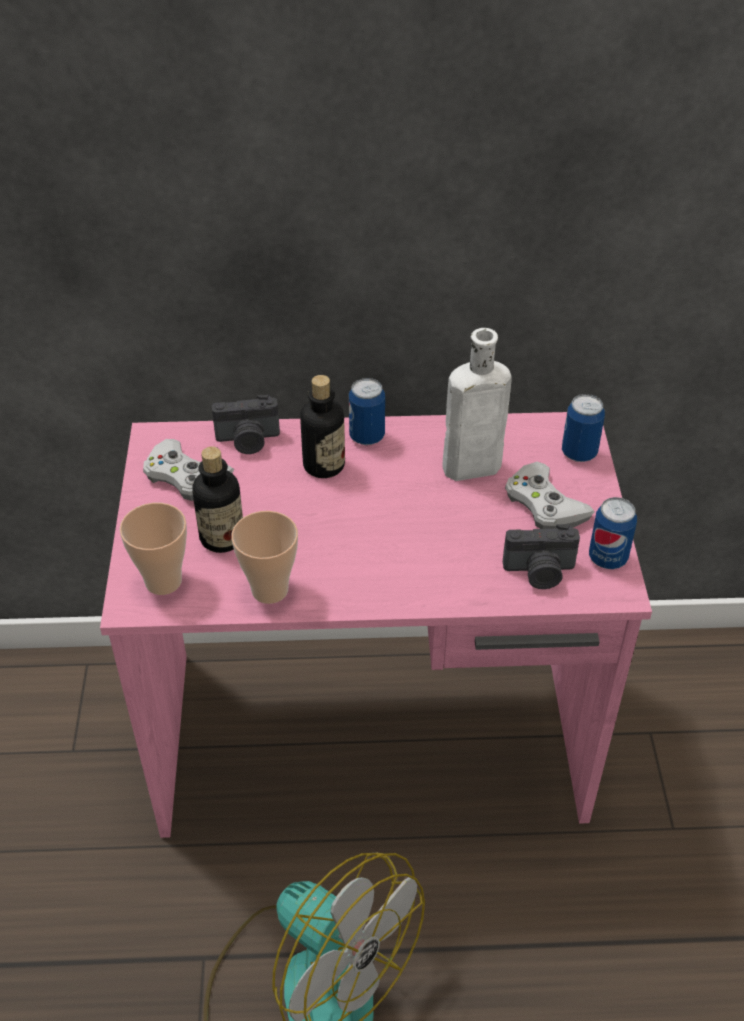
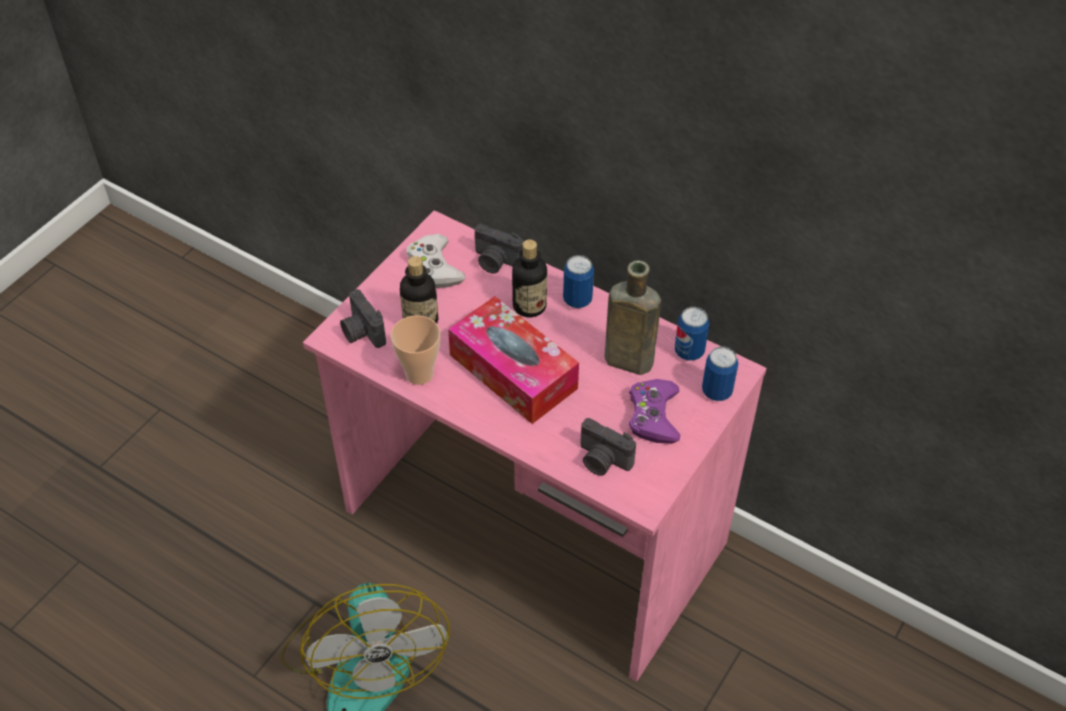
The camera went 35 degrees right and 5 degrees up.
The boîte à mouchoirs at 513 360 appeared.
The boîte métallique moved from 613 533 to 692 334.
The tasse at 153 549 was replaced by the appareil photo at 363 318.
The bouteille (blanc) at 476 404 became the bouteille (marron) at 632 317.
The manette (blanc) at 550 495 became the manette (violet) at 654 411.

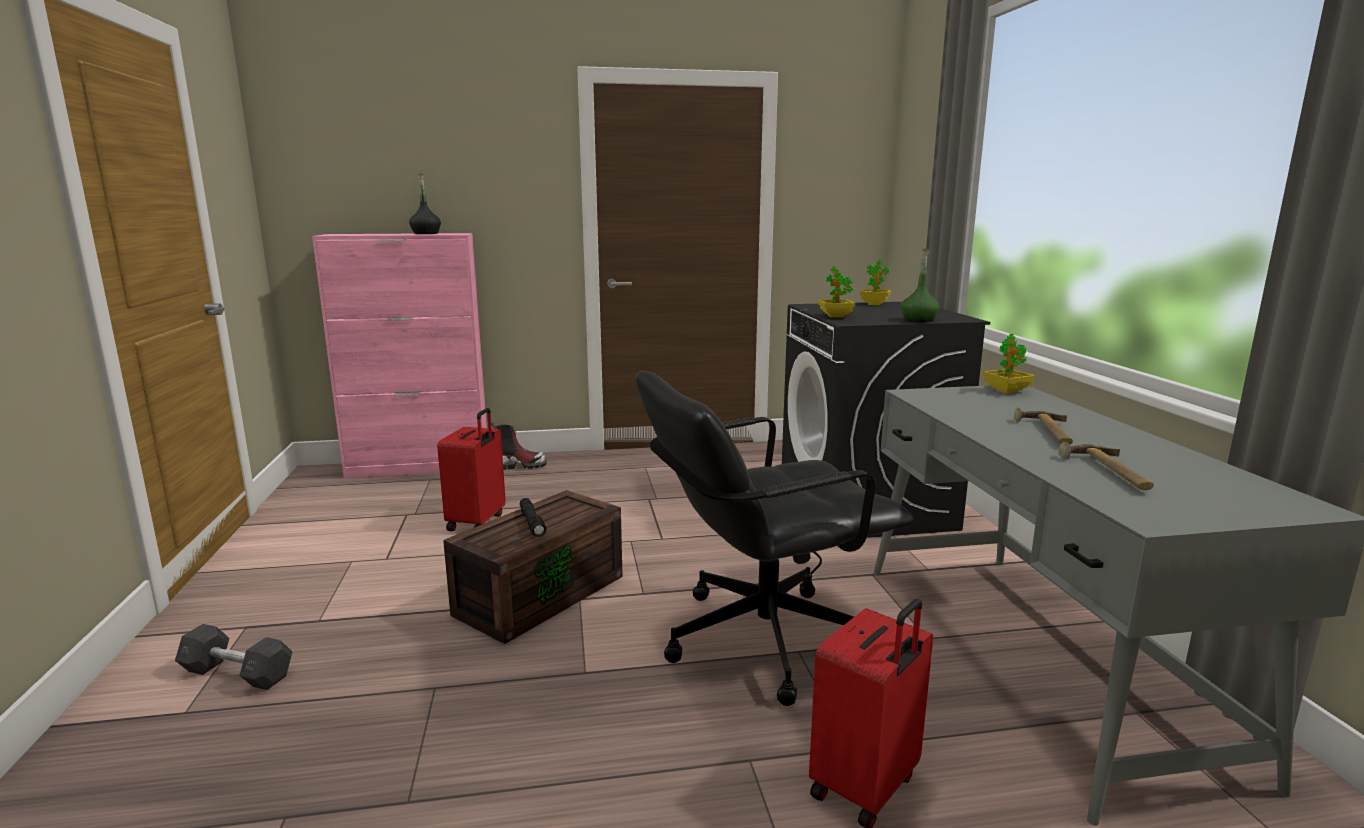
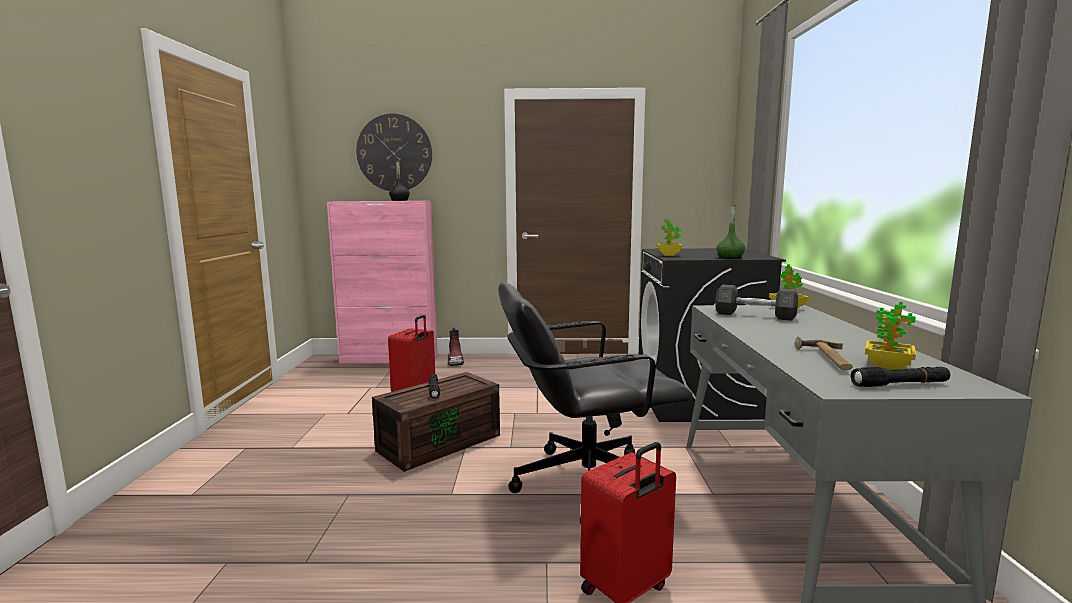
The camera went 10 degrees right and 5 degrees down.
The marteau at 1043 426 disappeared.
The horloge murale at 394 152 appeared.
The lampe de poche (noir) at 900 377 appeared.
The haltère (gris) moved from 233 657 to 756 302.
The plante en pot moved from 875 282 to 890 335.
The botte at 518 445 turned 75 degrees clockwise.

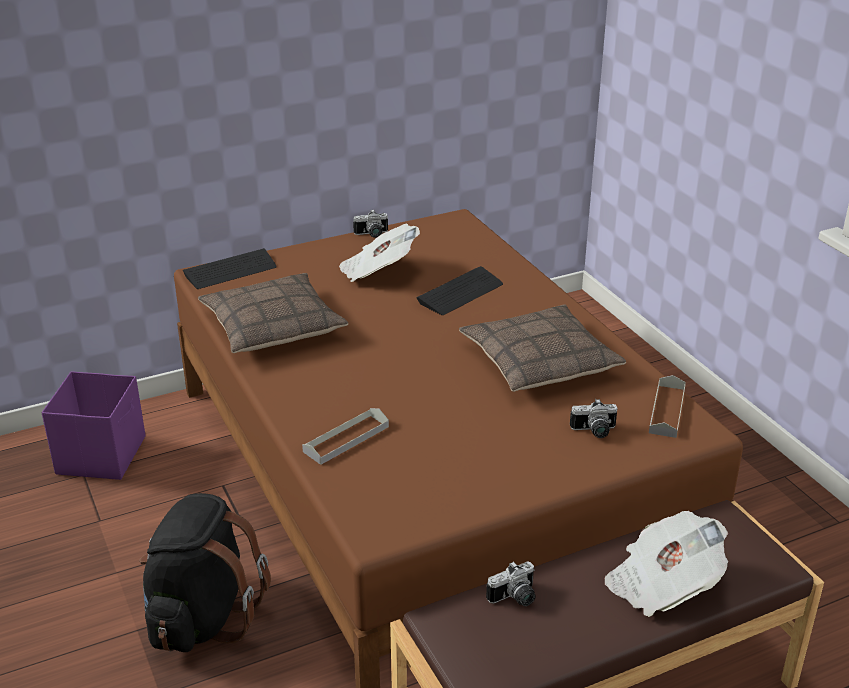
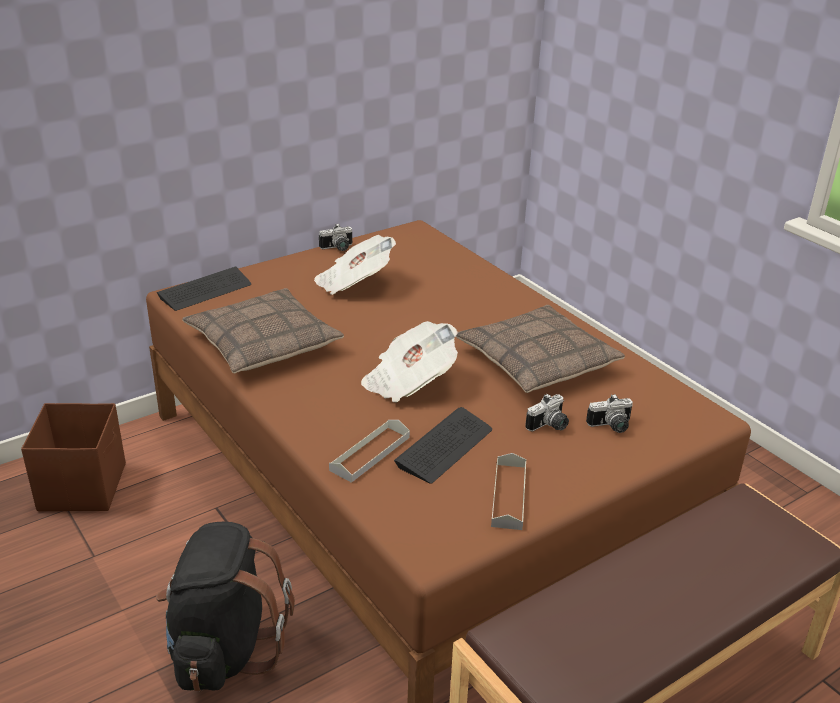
The camera went 10 degrees left and 0 degrees up.
The clavier moved from 459 290 to 443 445.
The appareil photo moved from 511 583 to 547 412.
The journal moved from 666 564 to 409 362.
The plateau (gris) moved from 667 406 to 508 491.
The boîte de rangement (violet) at 93 425 became the boîte de rangement (marron) at 73 457.

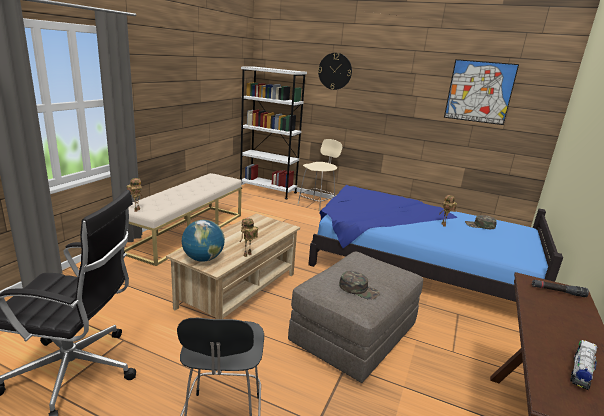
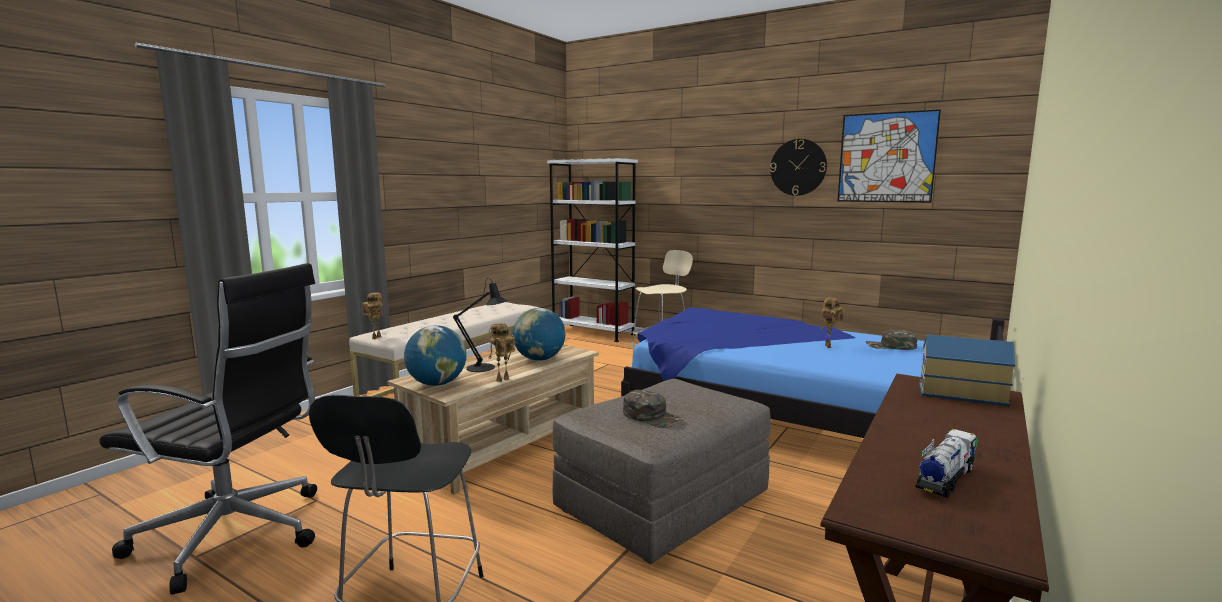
The camera went 10 degrees right and 10 degrees down.
The lampe de table (noir) at 480 325 appeared.
The globe at 538 334 appeared.
The horloge murale moved from 335 71 to 798 167.
The lampe de poche (noir) at 560 288 was replaced by the maison miniature at 967 370.

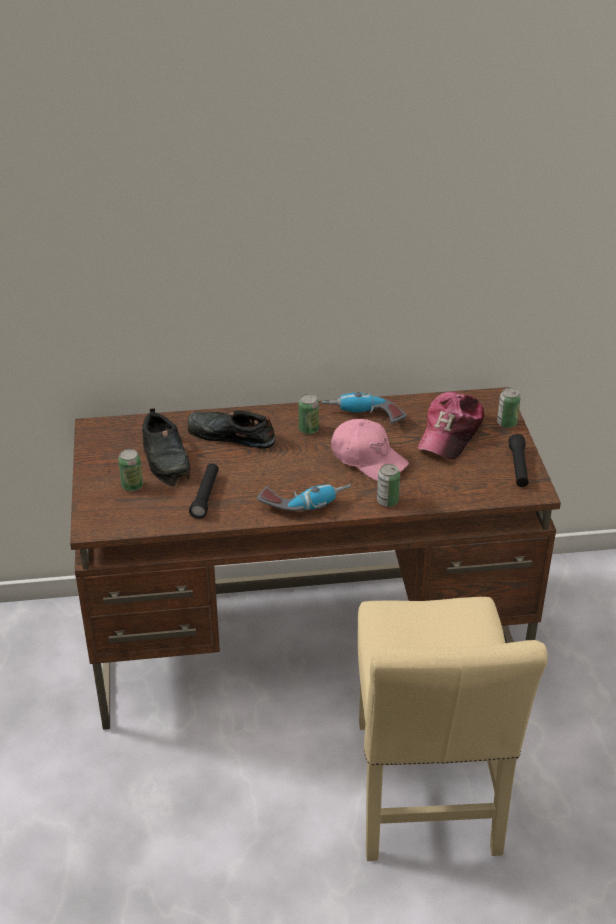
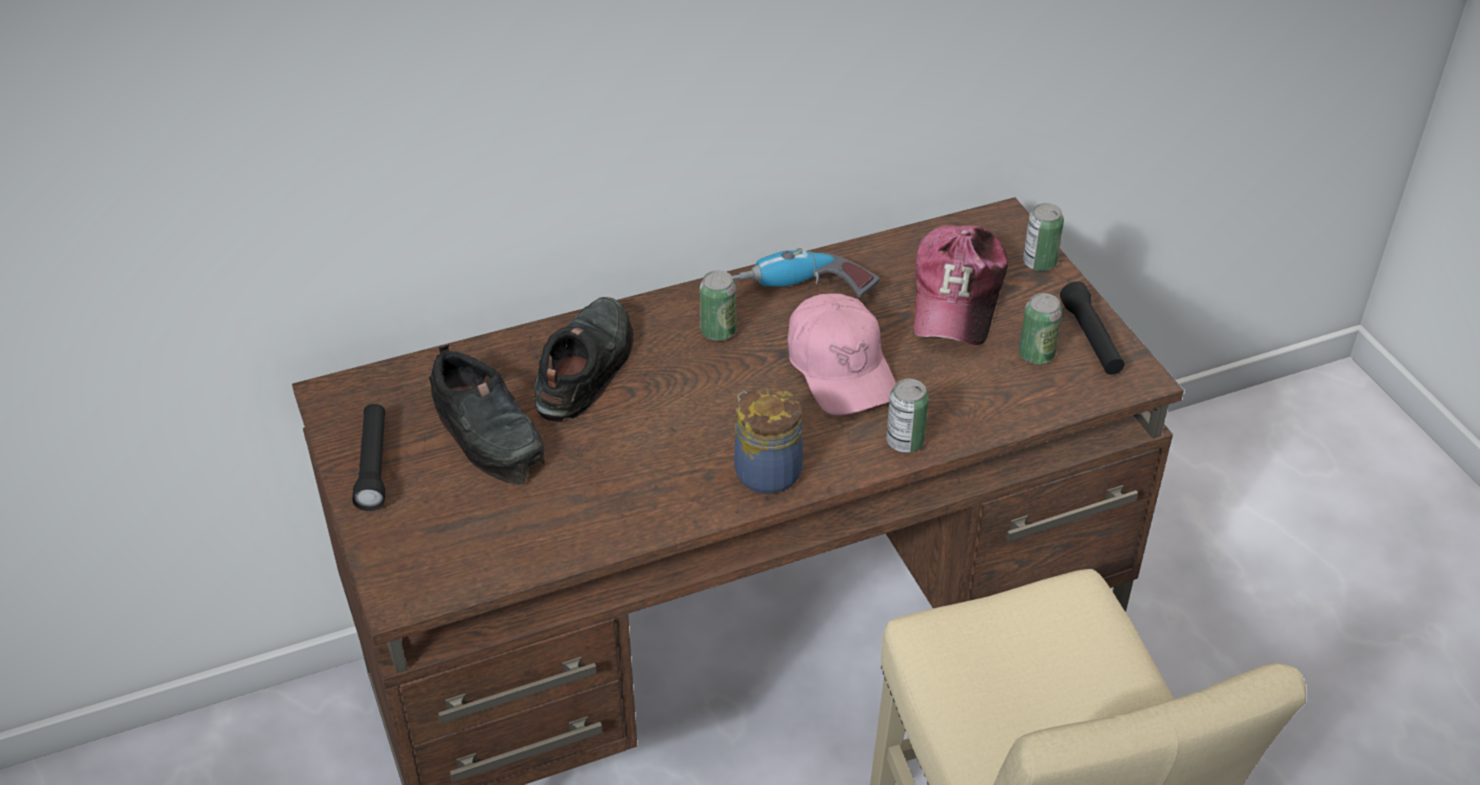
The camera went 15 degrees left and 5 degrees up.
The boîte métallique moved from 130 470 to 1040 328.
The lampe de poche (noir) moved from 204 491 to 369 457.
The perceuse at 304 497 was replaced by the bocal at 768 440.
The chaussure (noir) at 232 429 turned 105 degrees clockwise.
The casquette (rose) at 370 450 turned 45 degrees clockwise.

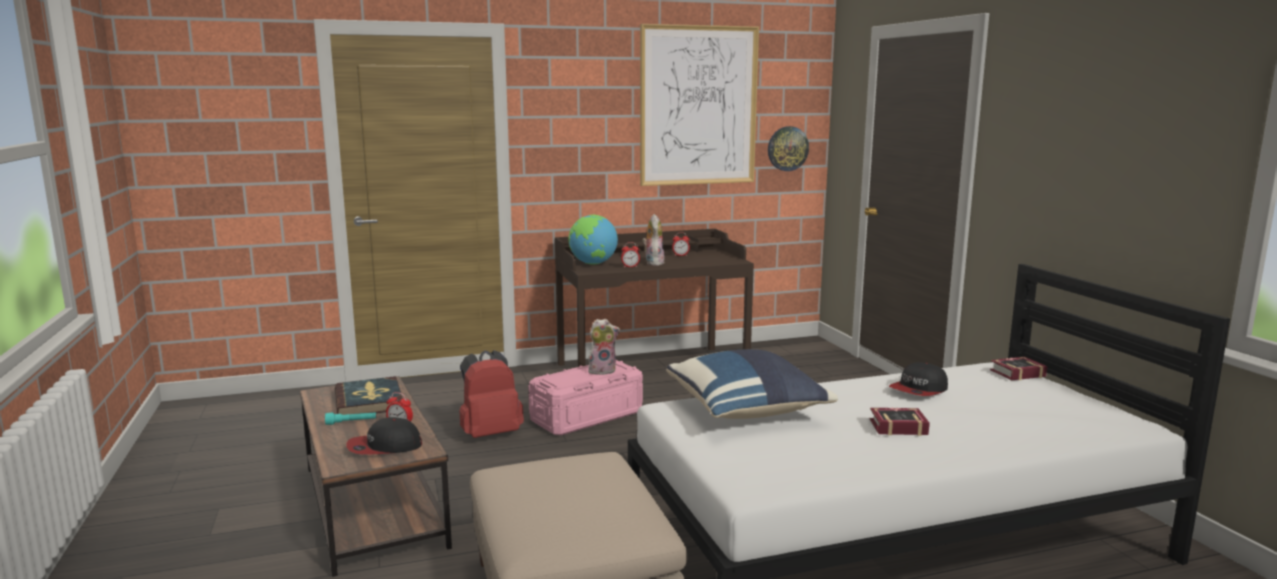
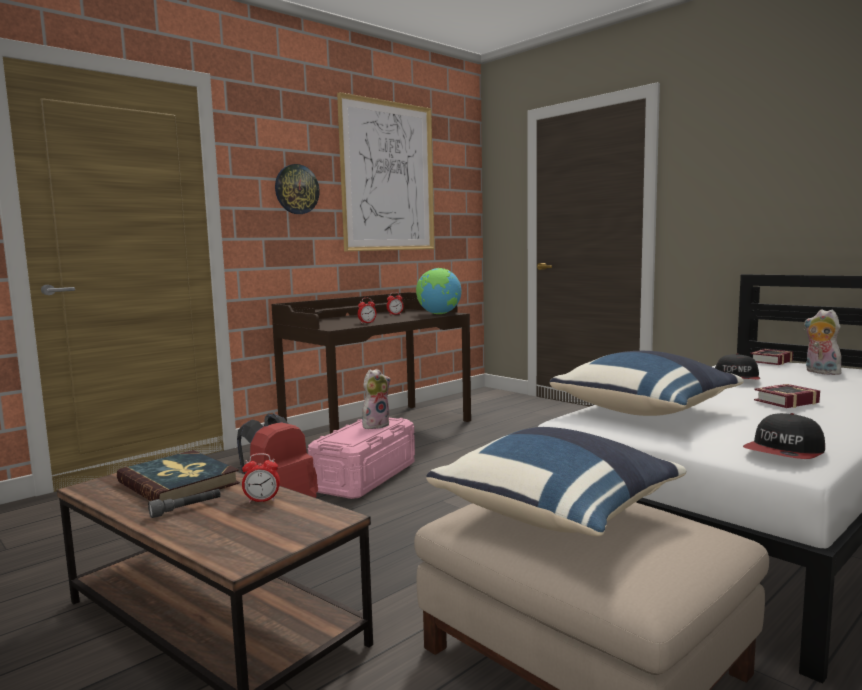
The camera went 25 degrees left and 5 degrees down.
The coussin (bleu) at 556 481 appeared.
The casquette moved from 384 436 to 784 436.
The globe moved from 593 240 to 439 291.
The peluche moved from 653 240 to 823 342.
The horloge murale moved from 788 148 to 297 189.
The lampe de poche (turquoise) at 350 418 became the lampe de poche (gris) at 184 503.

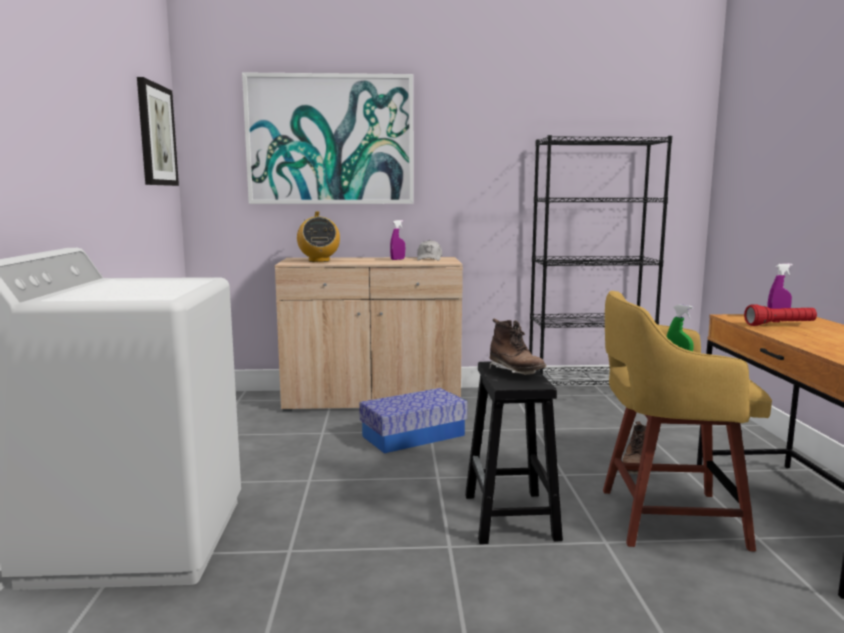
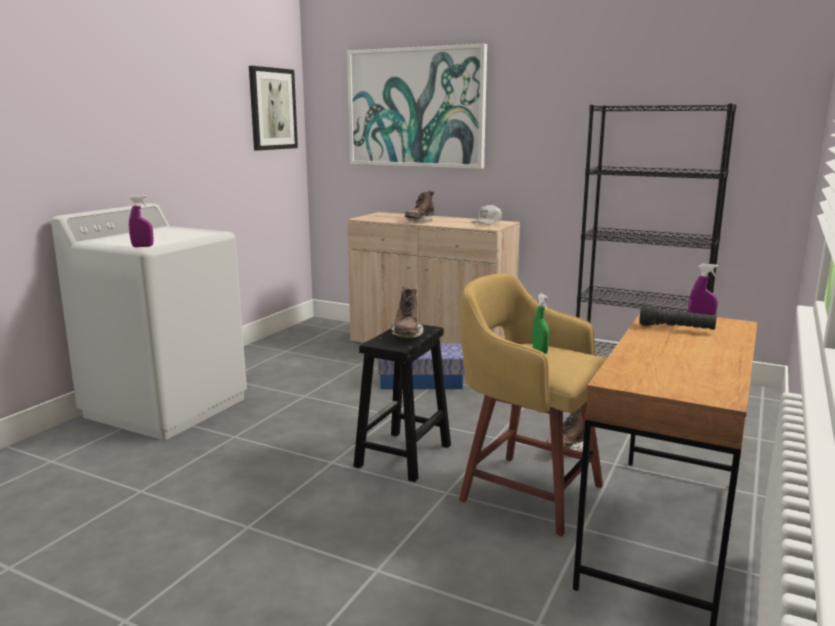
The camera went 30 degrees right and 5 degrees up.
The radio at 318 237 disappeared.
The botte (marron) at 419 206 appeared.
The vaporisateur (violet) moved from 397 240 to 141 221.
The lampe de poche (rouge) at 780 315 became the lampe de poche (noir) at 678 316.

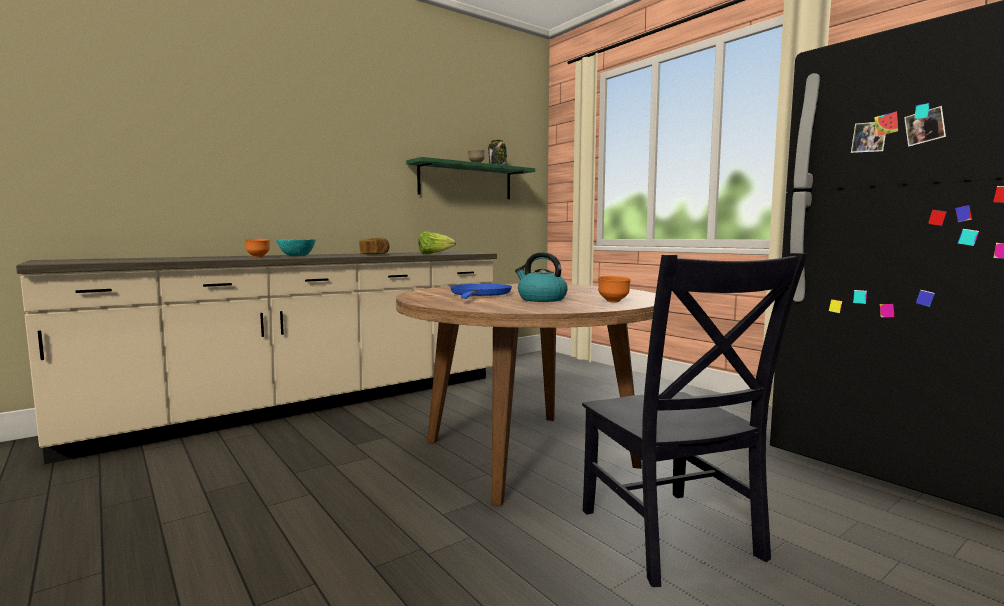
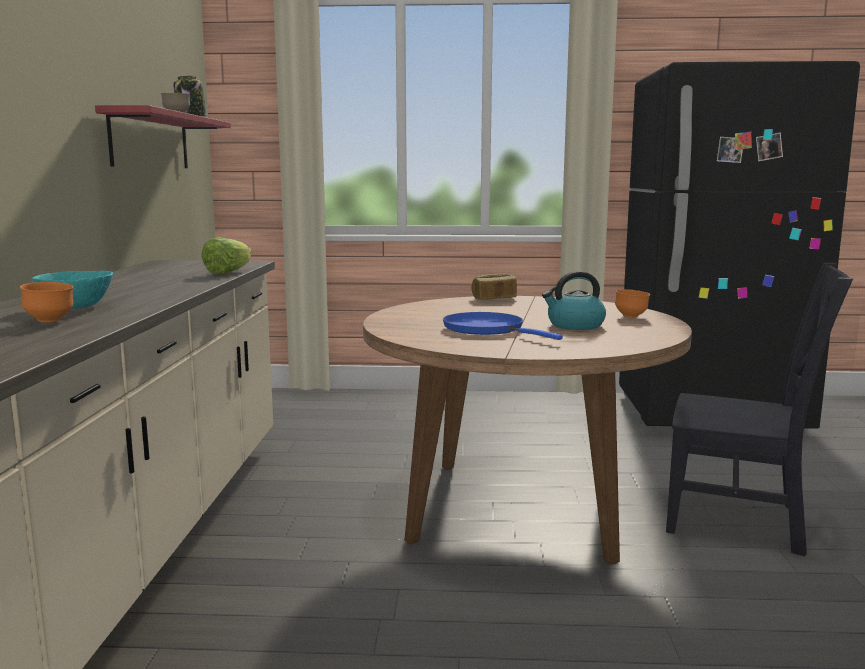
The camera went 50 degrees left and 5 degrees up.
The pain moved from 374 245 to 494 286.
The étagère (vert) at 470 178 became the étagère (rouge) at 163 136.

